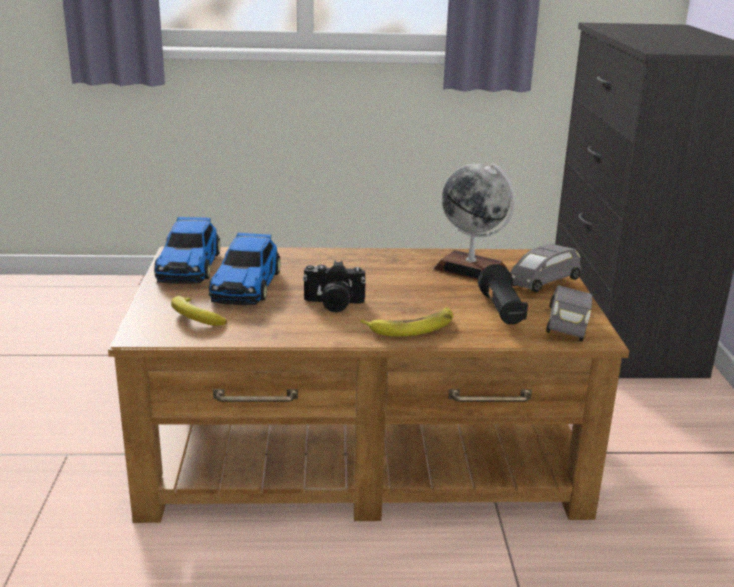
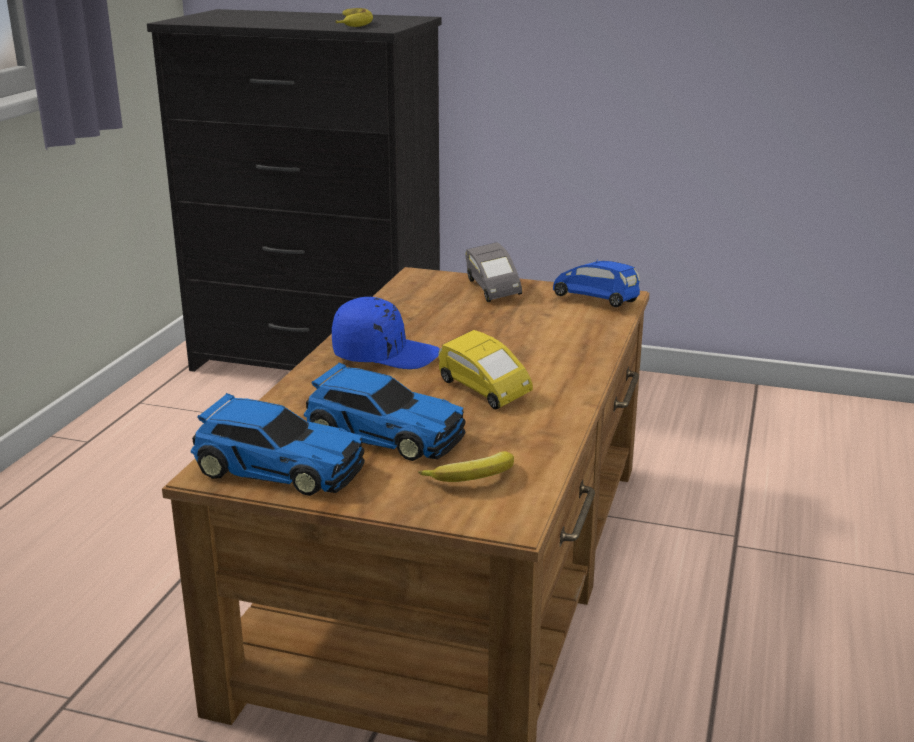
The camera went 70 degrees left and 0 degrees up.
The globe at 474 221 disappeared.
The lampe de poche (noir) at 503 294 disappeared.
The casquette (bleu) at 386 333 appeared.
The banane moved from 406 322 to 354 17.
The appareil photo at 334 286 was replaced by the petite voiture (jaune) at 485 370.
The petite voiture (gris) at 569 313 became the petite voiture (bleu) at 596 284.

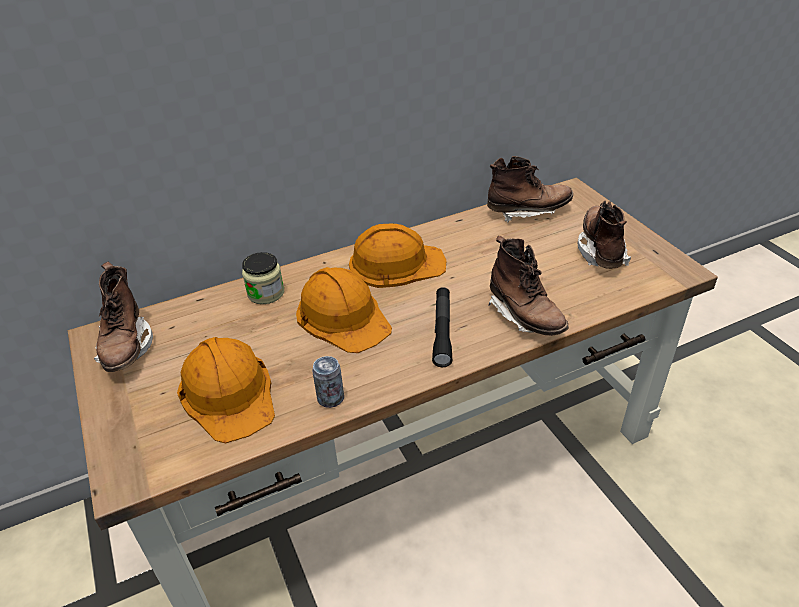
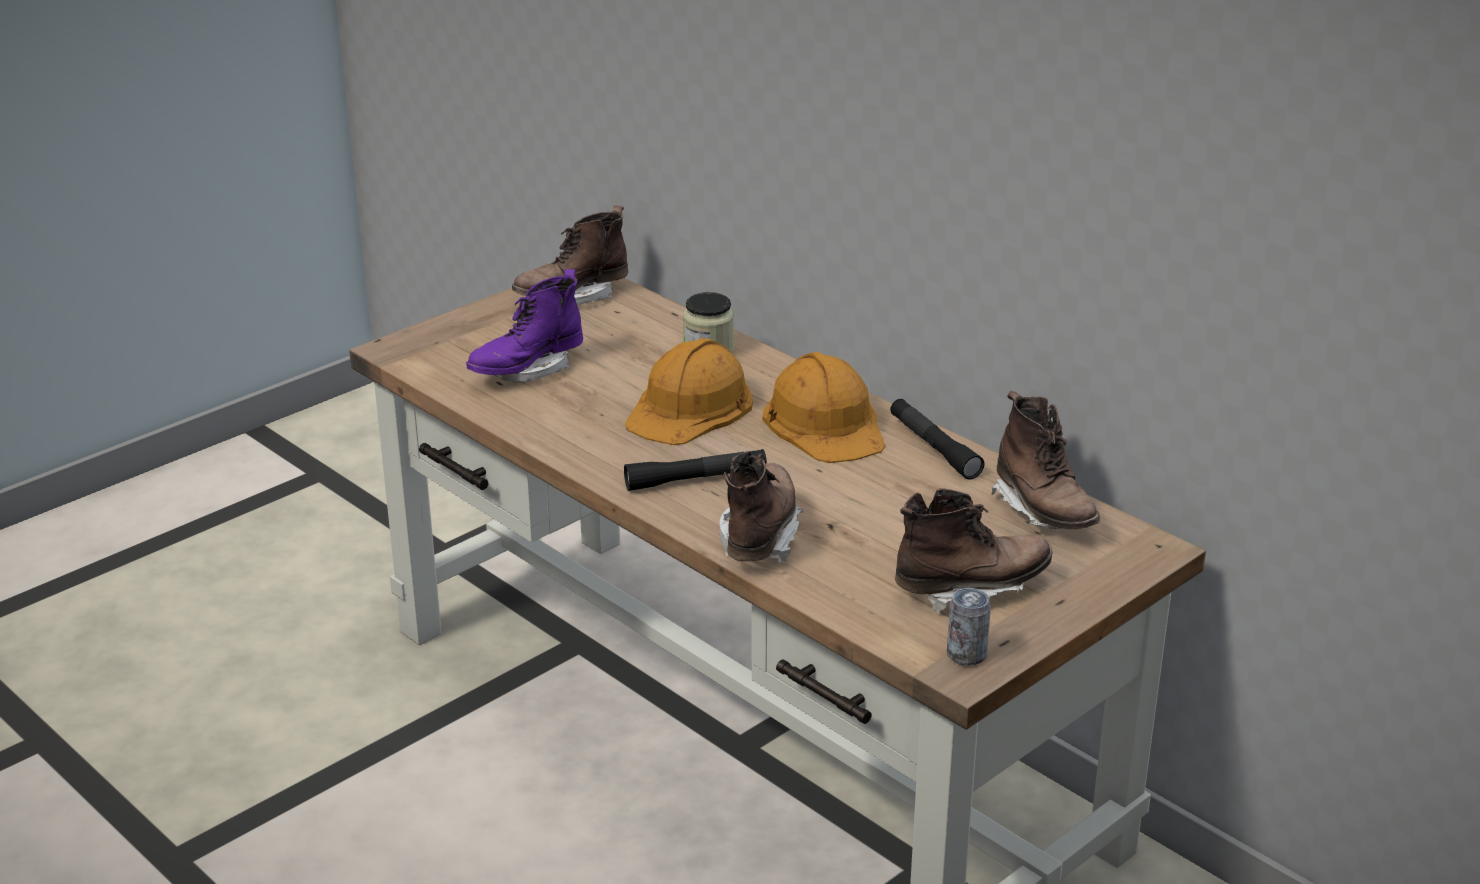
The camera went 70 degrees right and 10 degrees down.
The lampe de poche (noir) at 937 439 appeared.
The boîte métallique moved from 328 382 to 969 627.
The casque de chantier (orange) at 226 390 was replaced by the botte (violet) at 524 326.
The botte (marron) at 528 286 turned 150 degrees clockwise.

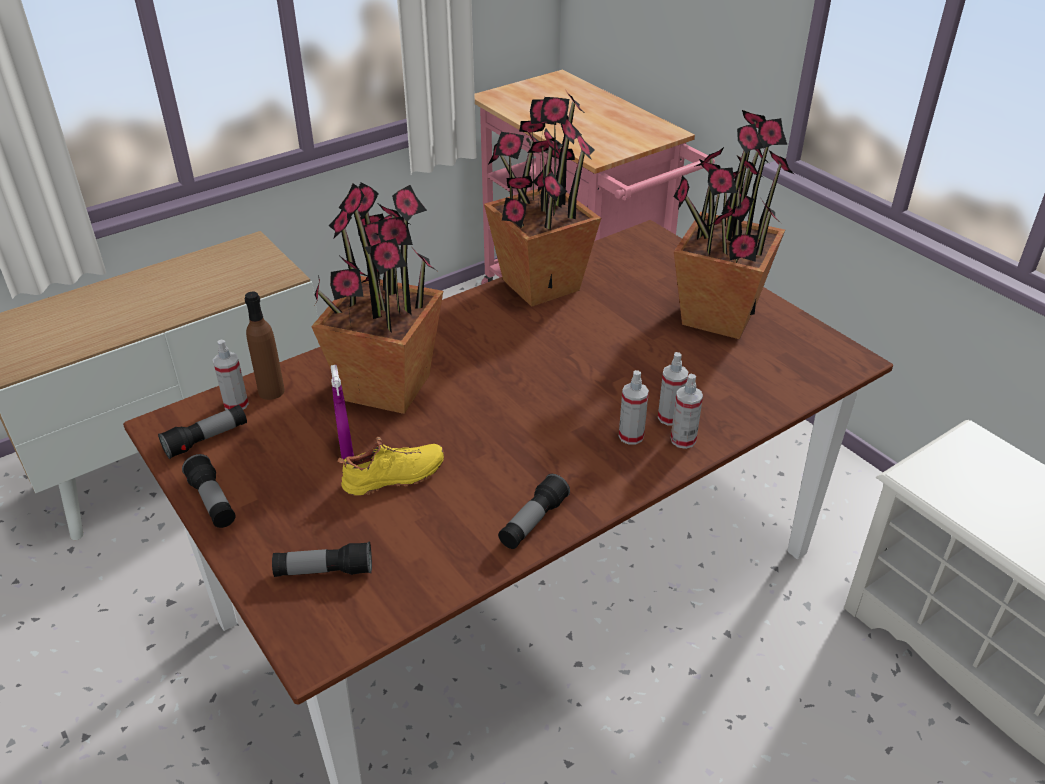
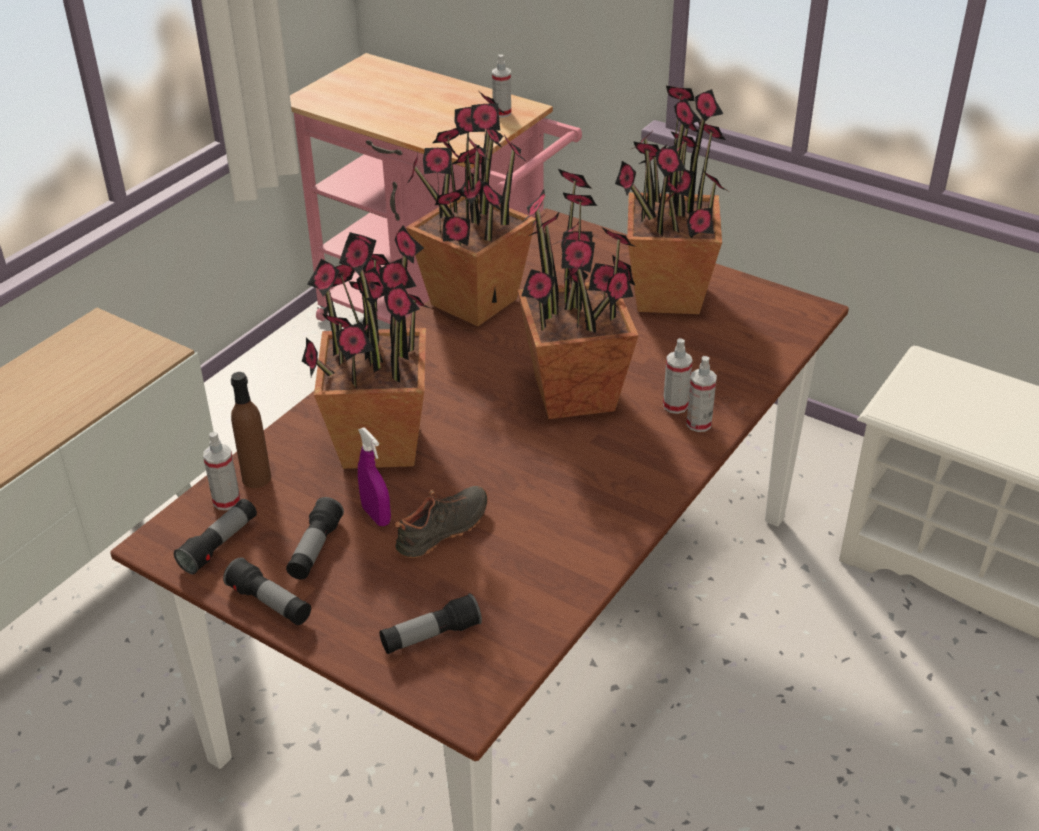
The camera went 20 degrees left and 0 degrees up.
The plante en pot at 578 294 appeared.
The lampe de poche moved from 534 511 to 315 538.
The vaporisateur moved from 634 407 to 501 86.
The chaussure (jaune) at 391 466 became the chaussure (noir) at 441 522.

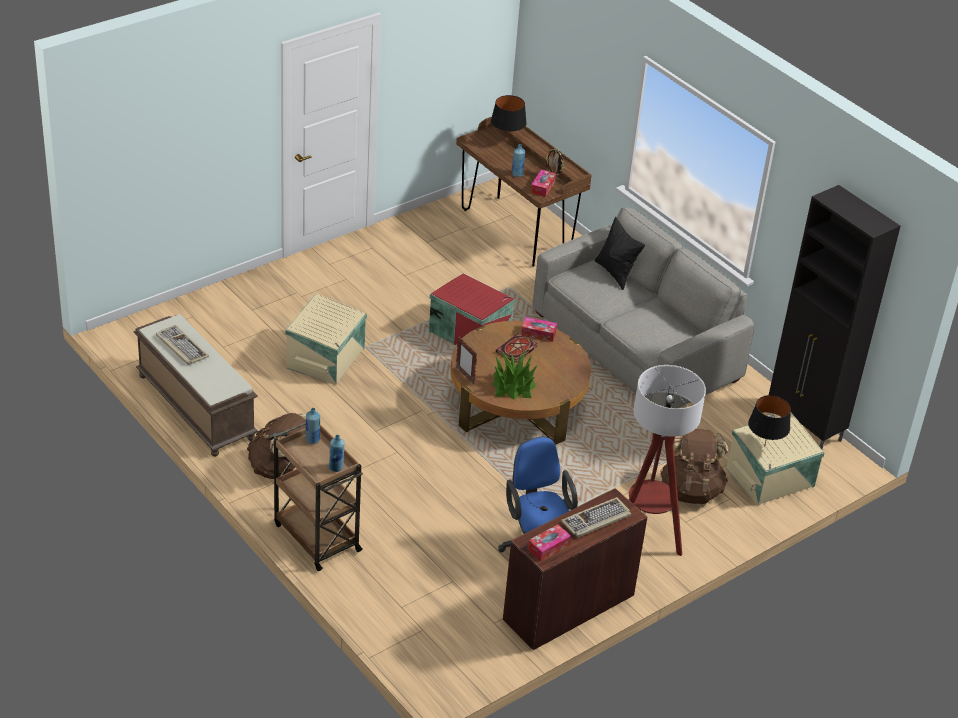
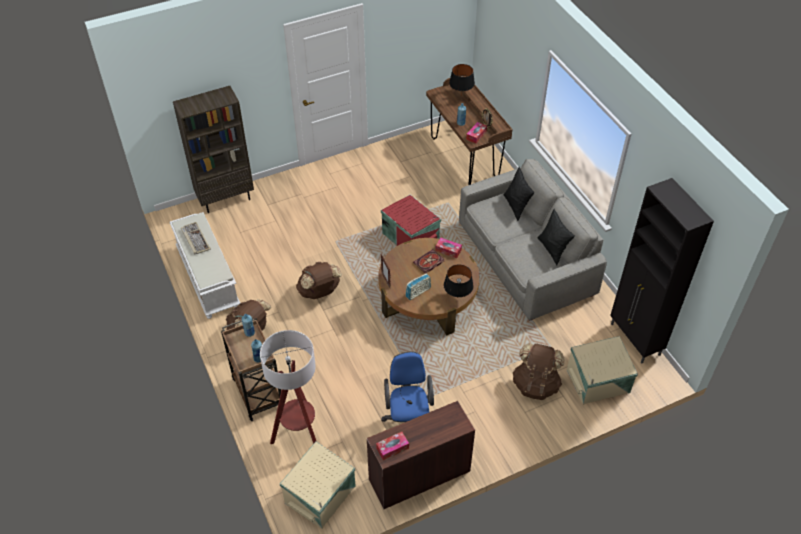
The camera went 15 degrees right and 10 degrees up.
The clavier at 596 517 disappeared.
The bibliothèque (marron) at 213 149 appeared.
The sac à dos (marron) at 319 280 appeared.
The coussin (noir) at 556 237 appeared.
The boîte de rangement (beige) moved from 326 339 to 317 485.
The lampadaire moved from 667 460 to 288 387.
The lampe de table (noir) moved from 769 421 to 459 281.
The plante en pot at 515 374 was replaced by the radio at 418 286.
The banc (marron) at 196 385 became the banc (blanc) at 205 265.

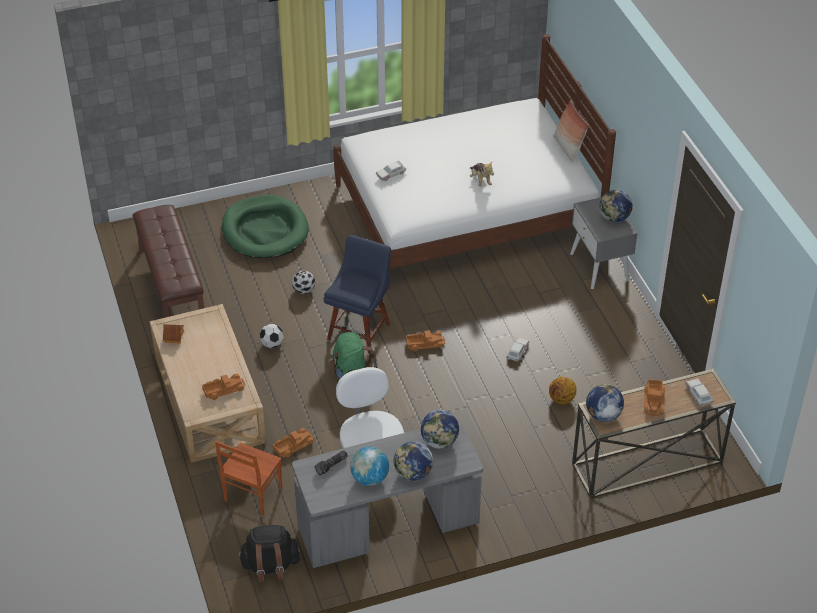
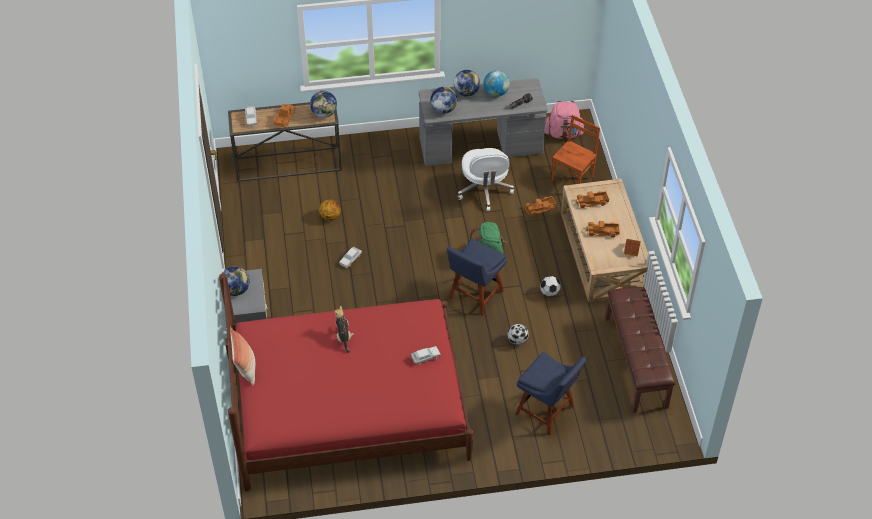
The camera went 170 degrees left and 5 degrees up.
The camion jouet moved from 425 340 to 603 229.
The panier pour chien (vert) at 265 227 was replaced by the chaise (bleu) at 551 393.
The sac à dos (noir) at 269 554 became the sac à dos (rose) at 565 120.
The lit (blanc) at 474 161 became the lit (rouge) at 346 382.

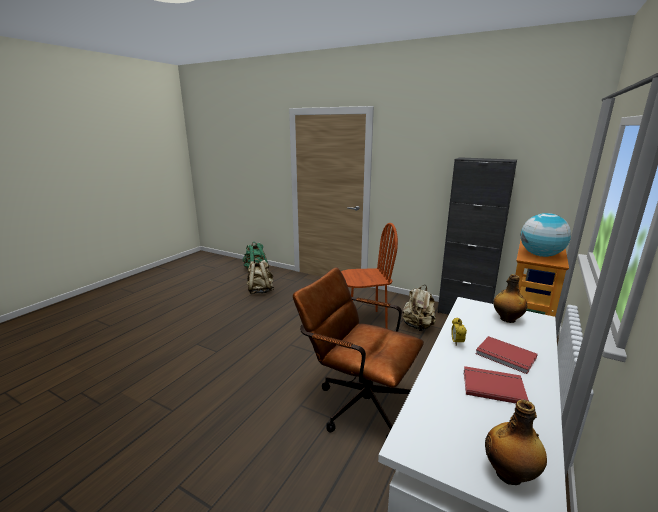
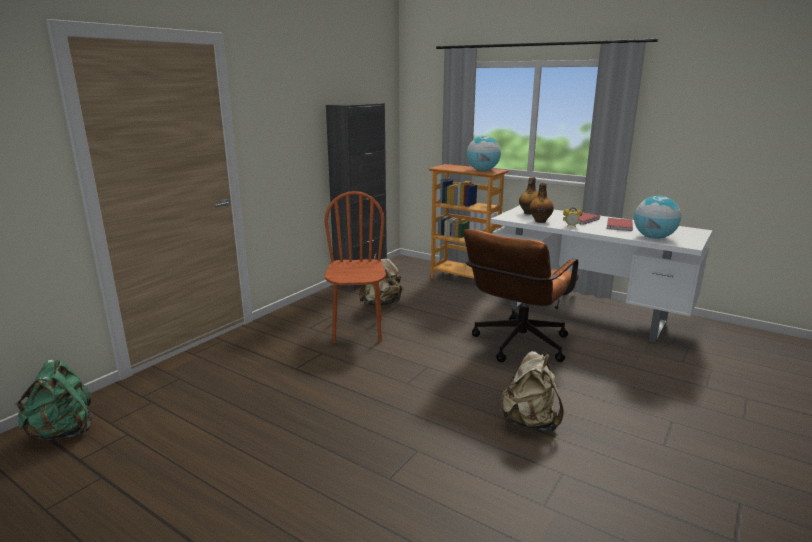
The camera went 85 degrees left and 0 degrees up.
The globe at 657 217 appeared.
The sac à dos (beige) moved from 260 276 to 532 391.
The bouteille moved from 516 442 to 541 203.

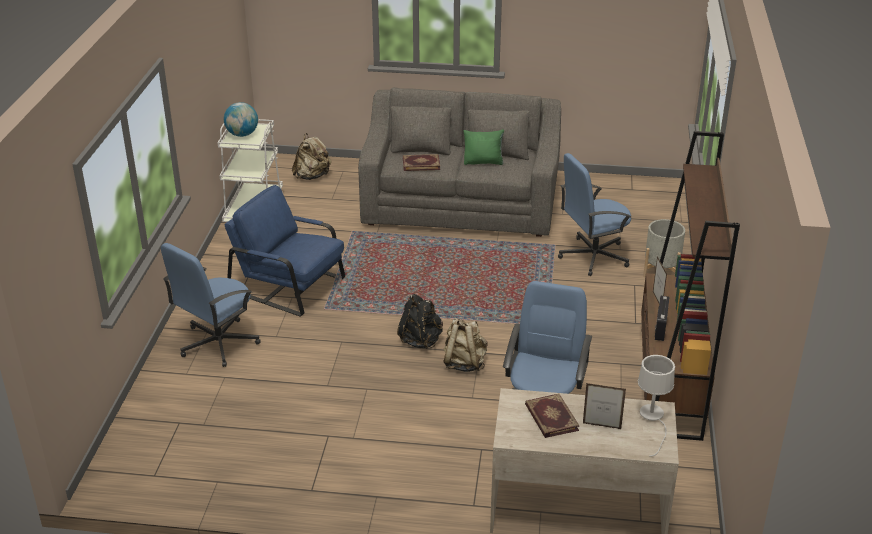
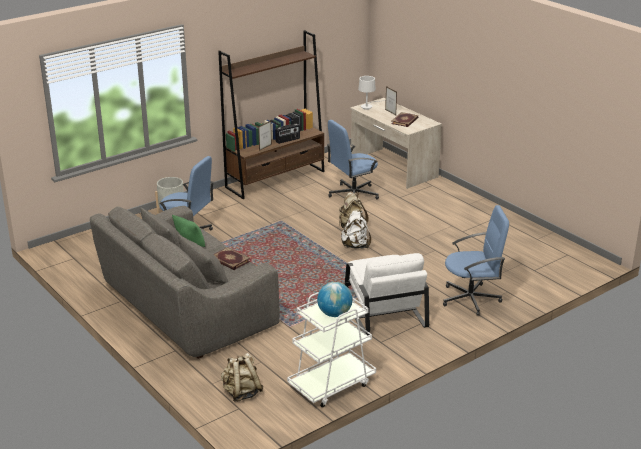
The camera went 135 degrees left and 5 degrees down.
The fauteuil (bleu) at 285 251 became the fauteuil (blanc) at 387 294.
The sac à dos (noir) at 420 321 became the sac à dos (blanc) at 356 229.

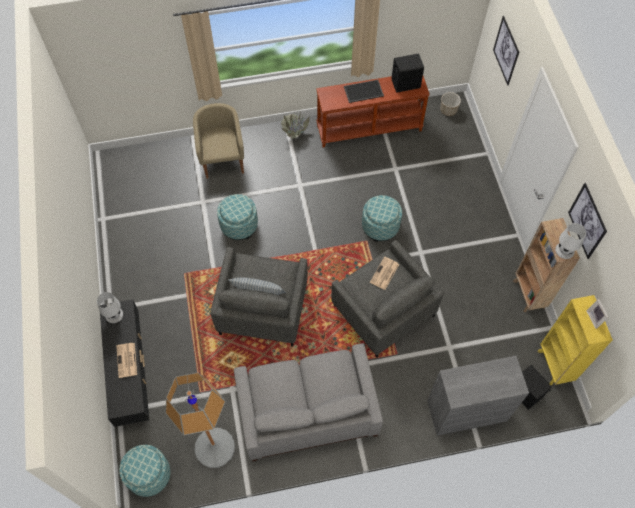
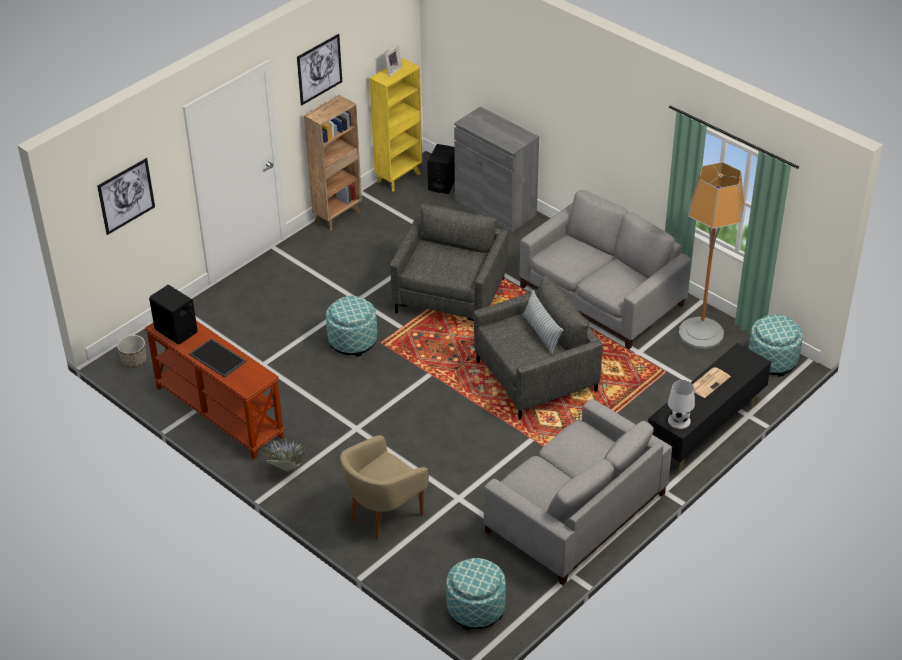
The camera went 125 degrees left and 20 degrees down.
The journal at 384 273 disappeared.
The lampe de table (blanc) at 570 241 disappeared.
The canapé (gris) at 578 492 appeared.
The pouf moved from 237 217 to 476 594.

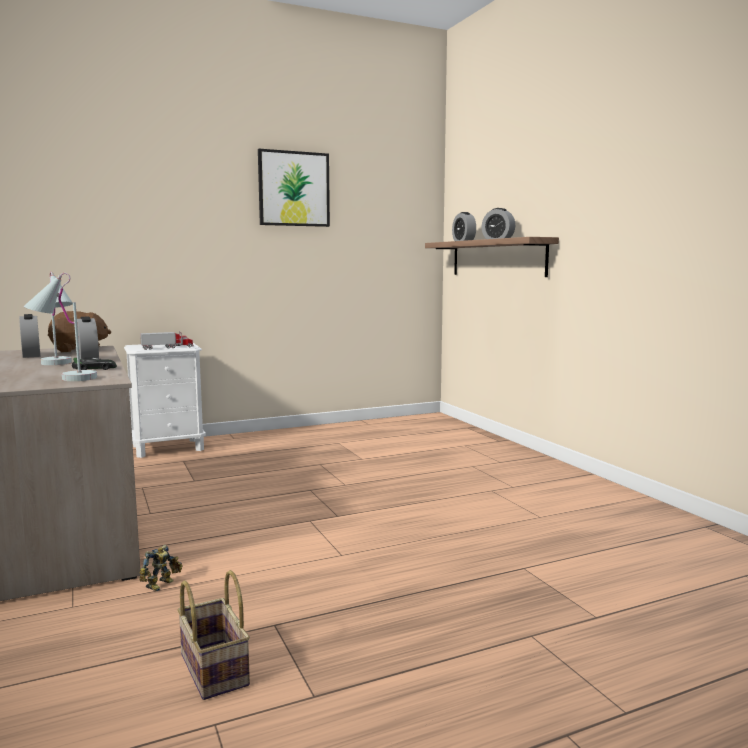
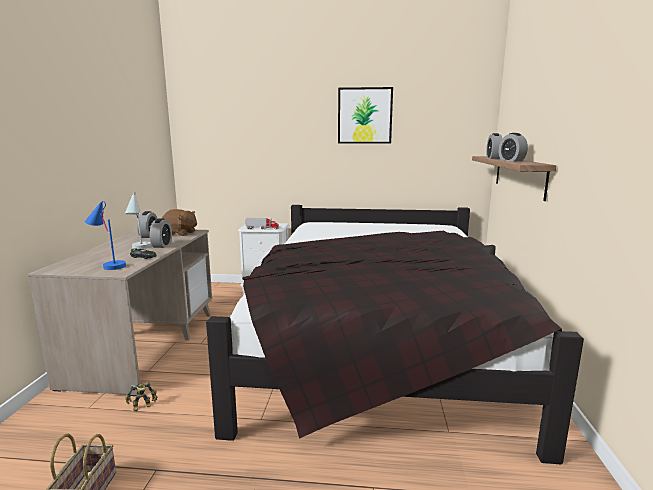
The camera went 30 degrees right and 5 degrees up.
The lit (noir) at 395 334 appeared.
The lampe de table (blanc) at 60 327 became the lampe de table (bleu) at 105 235.

